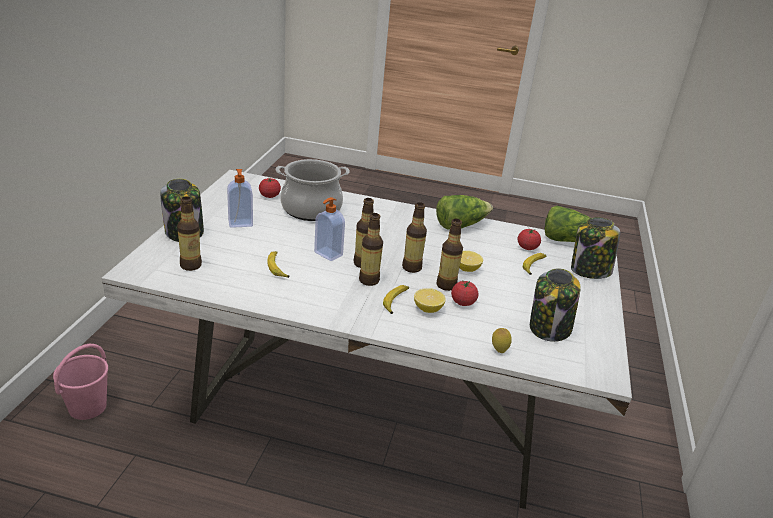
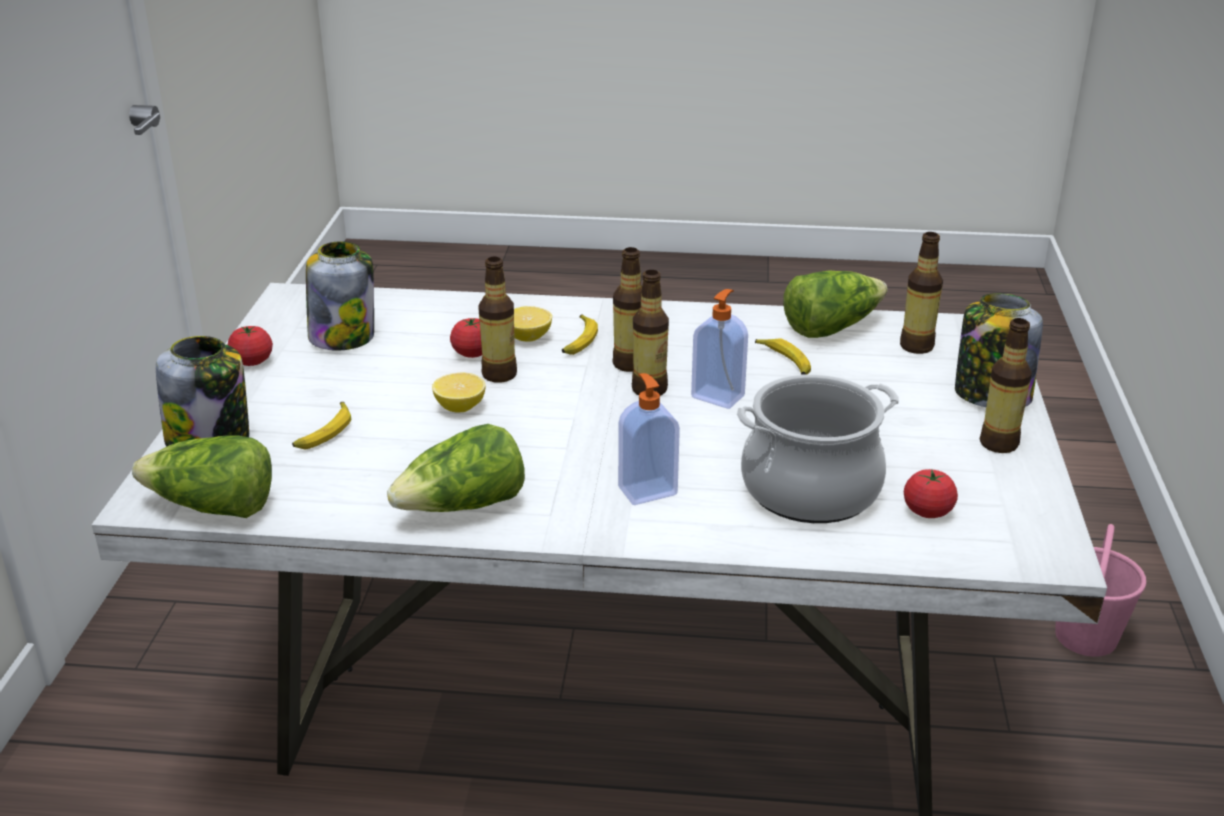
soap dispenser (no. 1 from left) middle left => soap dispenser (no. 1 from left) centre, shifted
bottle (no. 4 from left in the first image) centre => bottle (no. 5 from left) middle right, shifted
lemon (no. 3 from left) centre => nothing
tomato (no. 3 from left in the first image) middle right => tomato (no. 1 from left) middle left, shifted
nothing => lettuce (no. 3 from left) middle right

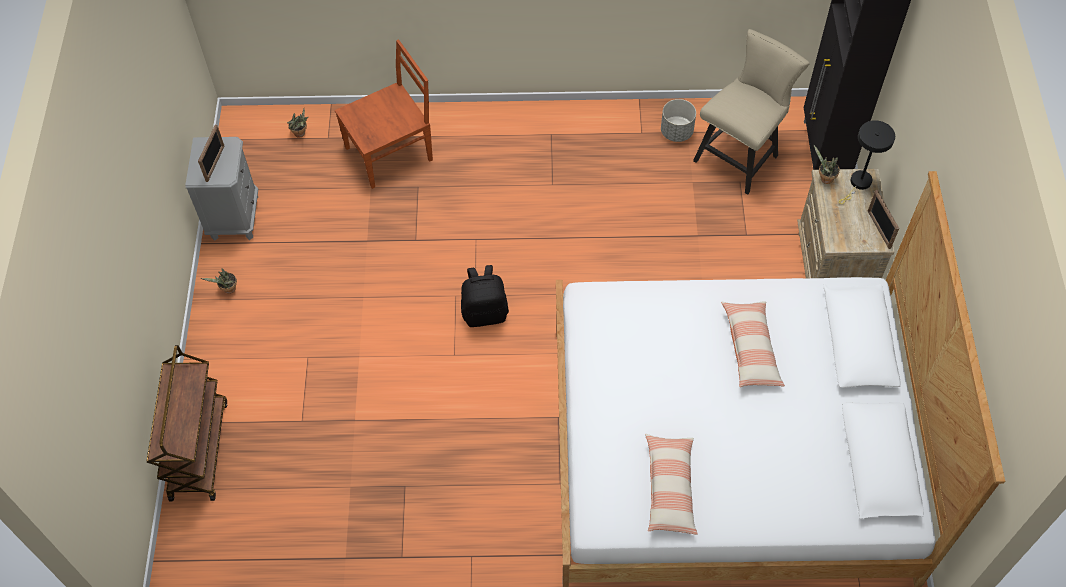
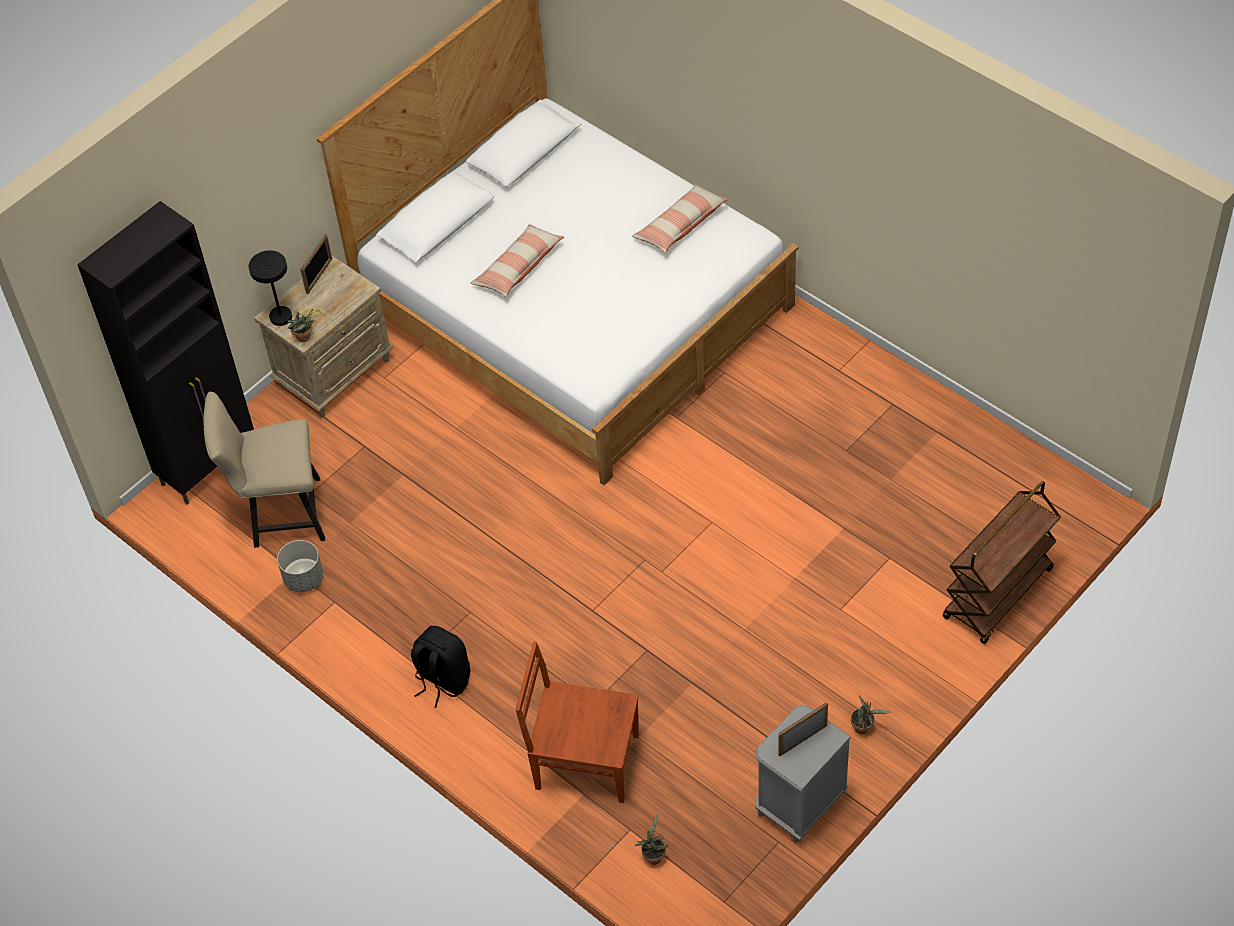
black backpack centre => black backpack bottom centre, shifted

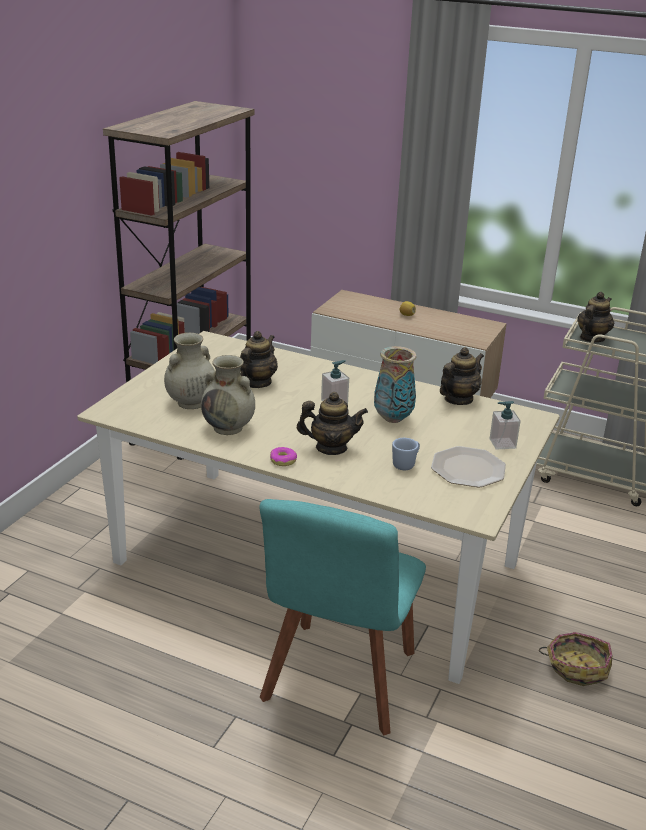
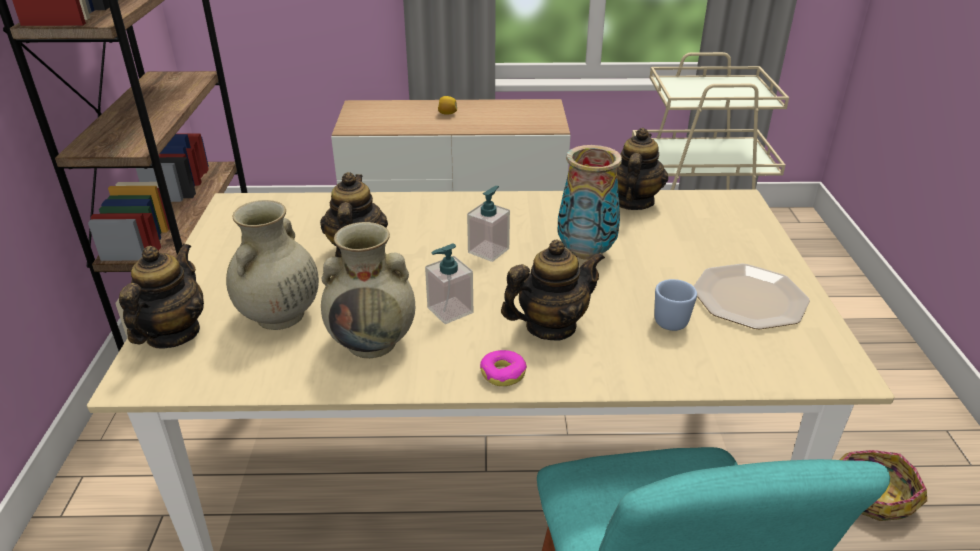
soap dispenser (no. 2 from left in the first image) middle right => soap dispenser (no. 1 from left) centre, shifted
teapot (no. 4 from left in the first image) middle right => teapot (no. 1 from left) middle left, shifted

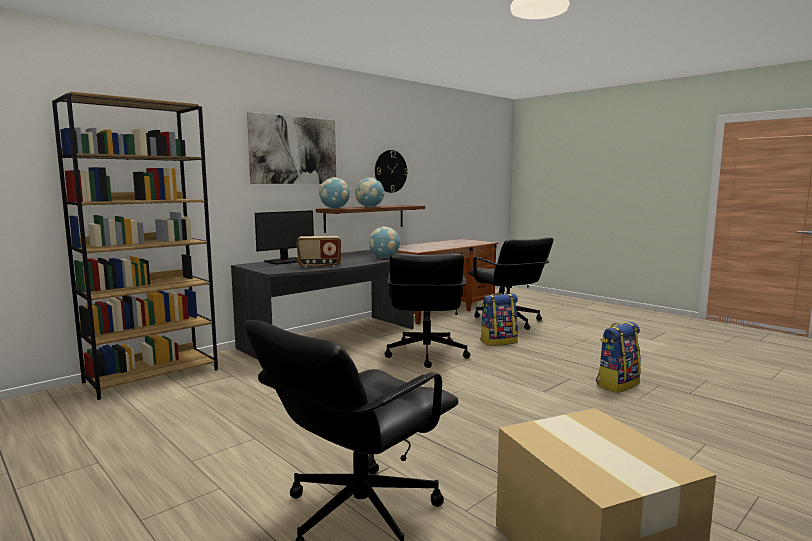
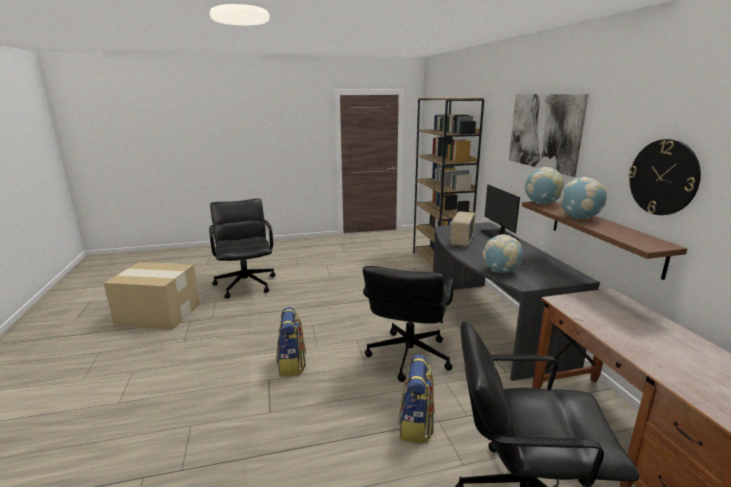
black office chair (no. 2 from left) centre, 105 degrees counterclockwise
backpack (no. 2 from left in the first image) middle right => backpack (no. 1 from left) bottom centre, shifted

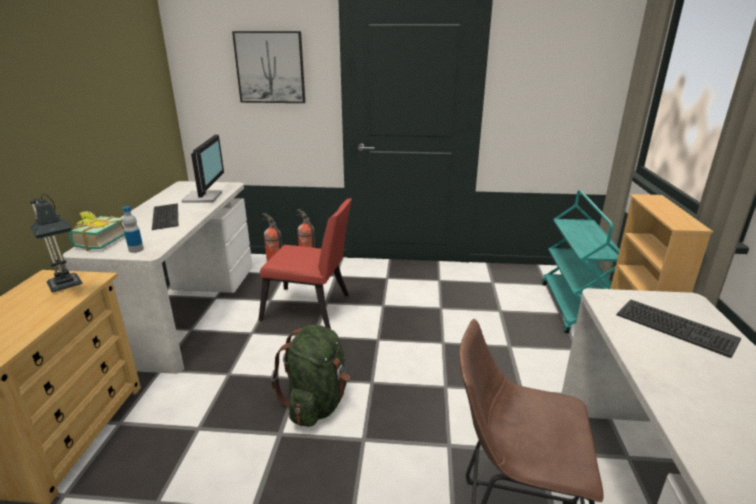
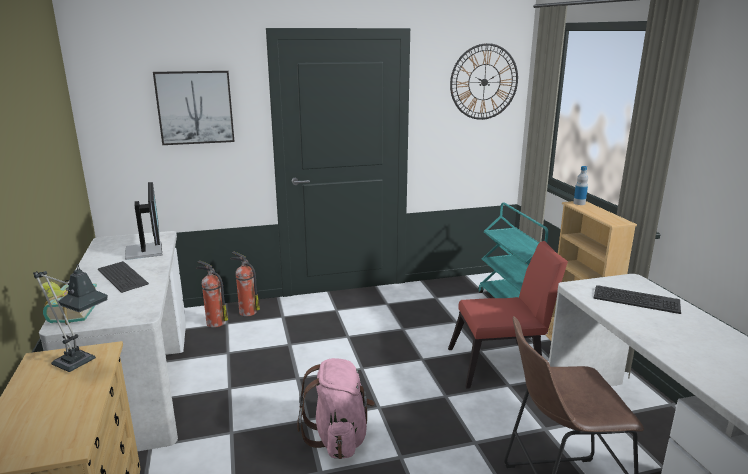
bottle middle left => bottle middle right, shifted
red chair centre => red chair middle right, shifted
green backpack bottom centre => pink backpack bottom centre
nothing => wall clock top centre

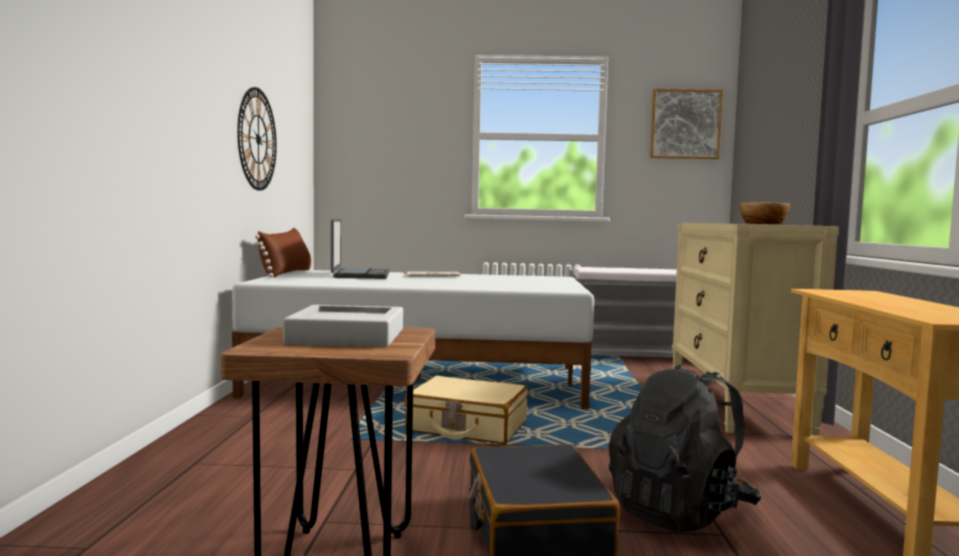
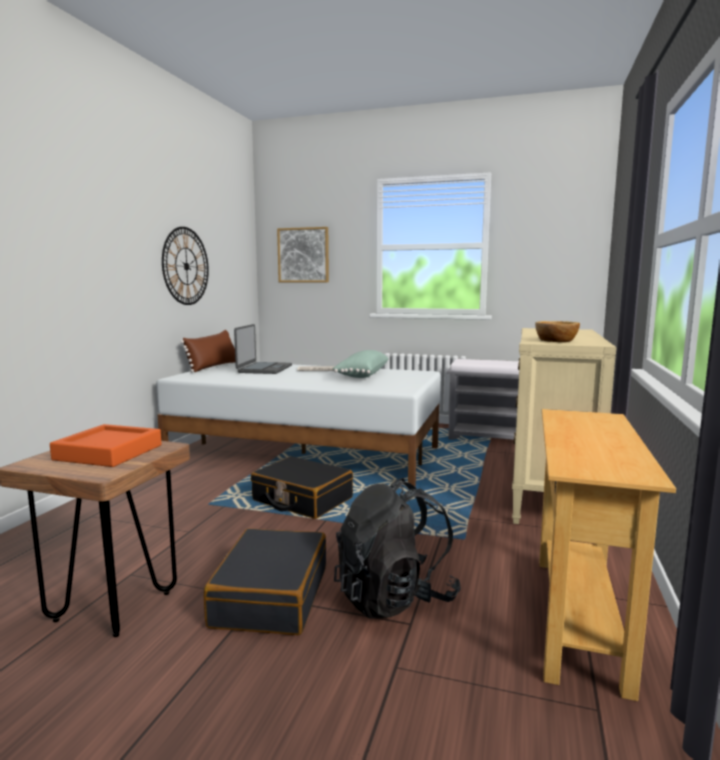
grey tray centre => orange tray middle left
beige suitcase bottom centre => black suitcase (no. 2 from left) centre
picture top right => picture centre, shifted
nothing => green pillow centre

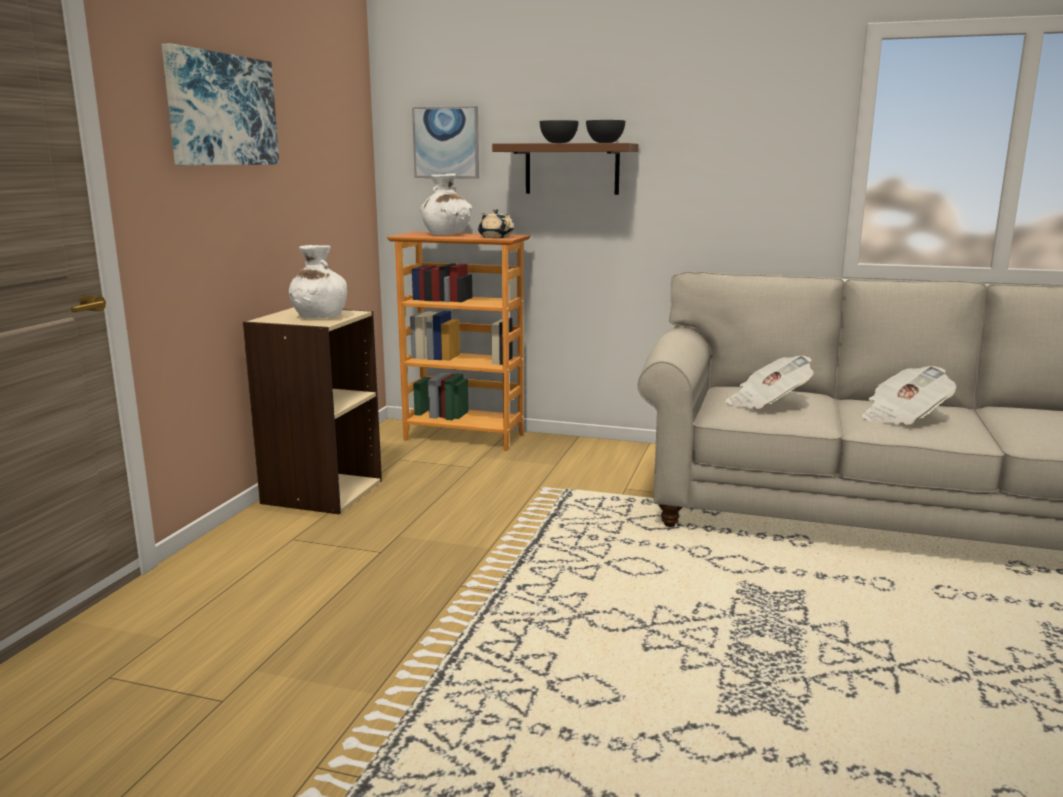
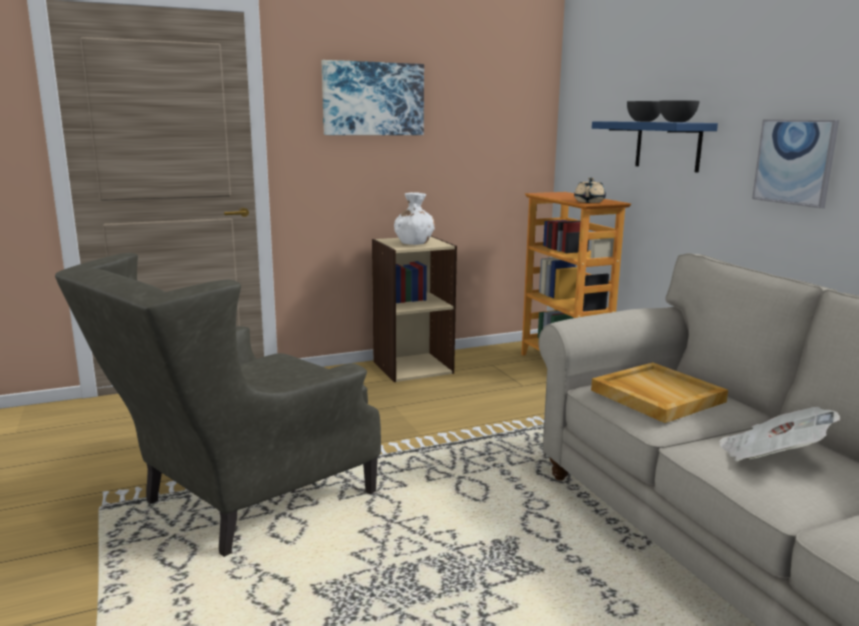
picture (no. 2 from left) top centre => picture (no. 2 from left) top right, shifted
white vase (no. 2 from left) top centre => nothing
brown shelf top centre => blue shelf top right
newspaper (no. 1 from left) middle right => beige tray middle right
nothing => grey armchair middle left

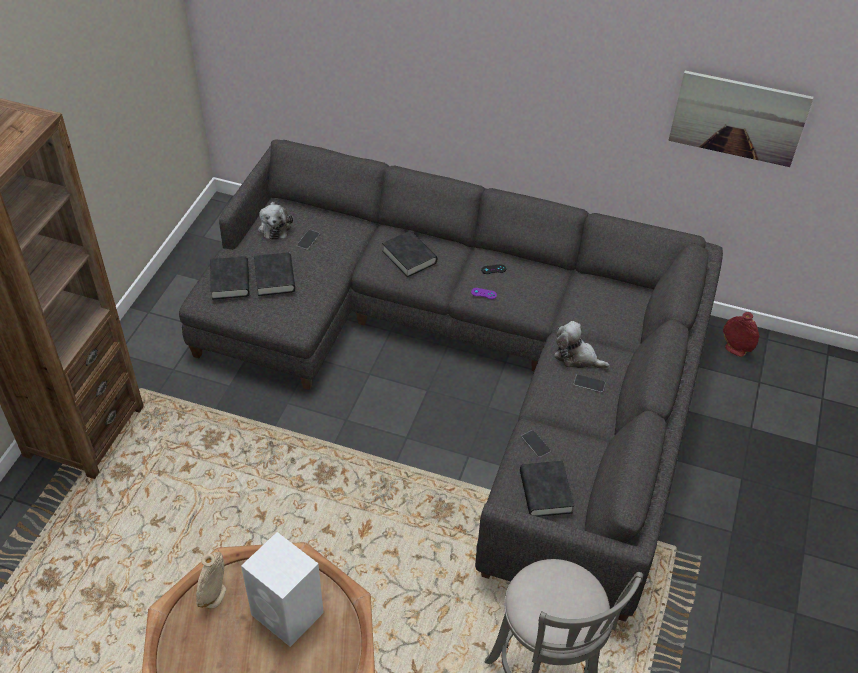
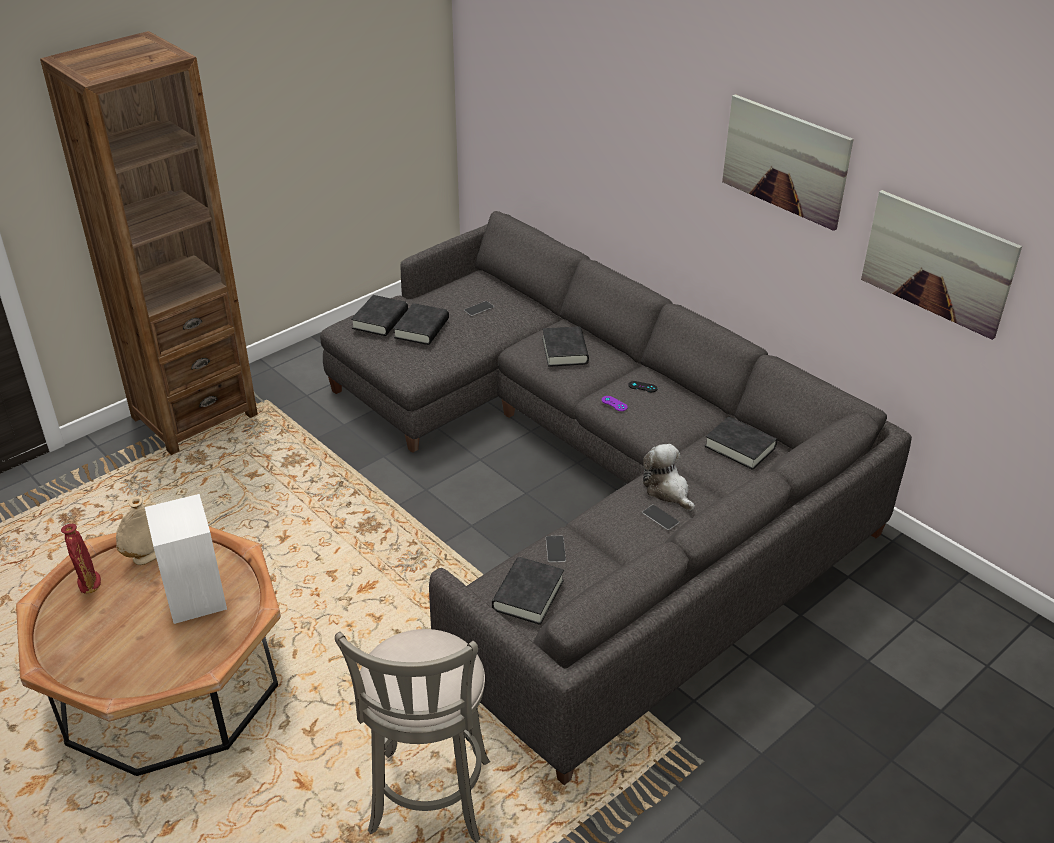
plush toy (no. 1 from left) top left => nothing
red vase middle right => red vase middle left, shifted
nothing => black book (no. 5 from left) middle right
nothing => picture (no. 1 from left) top right

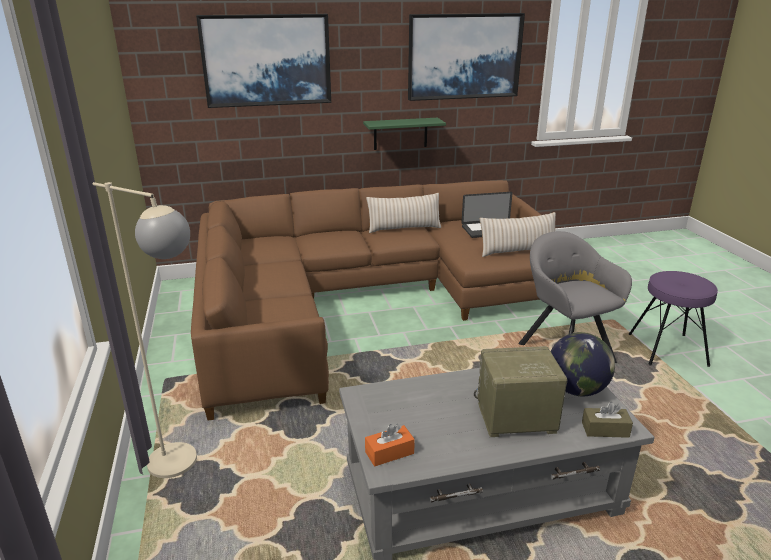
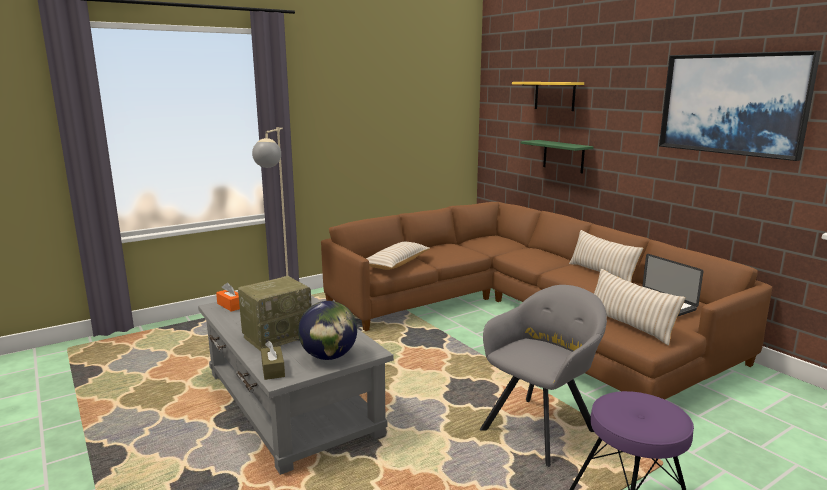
picture (no. 1 from left) top centre => yellow shelf top centre
green shelf top centre => green shelf top right, shifted
radio bottom right => radio middle left, 75 degrees clockwise
nothing => beige pillow (no. 1 from left) centre

